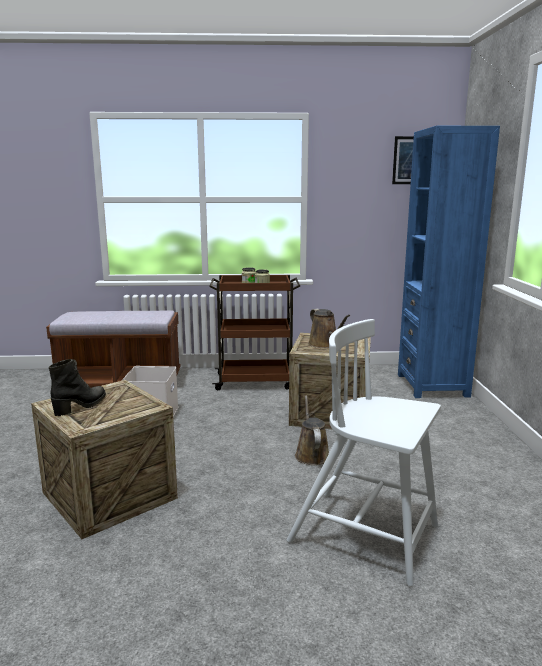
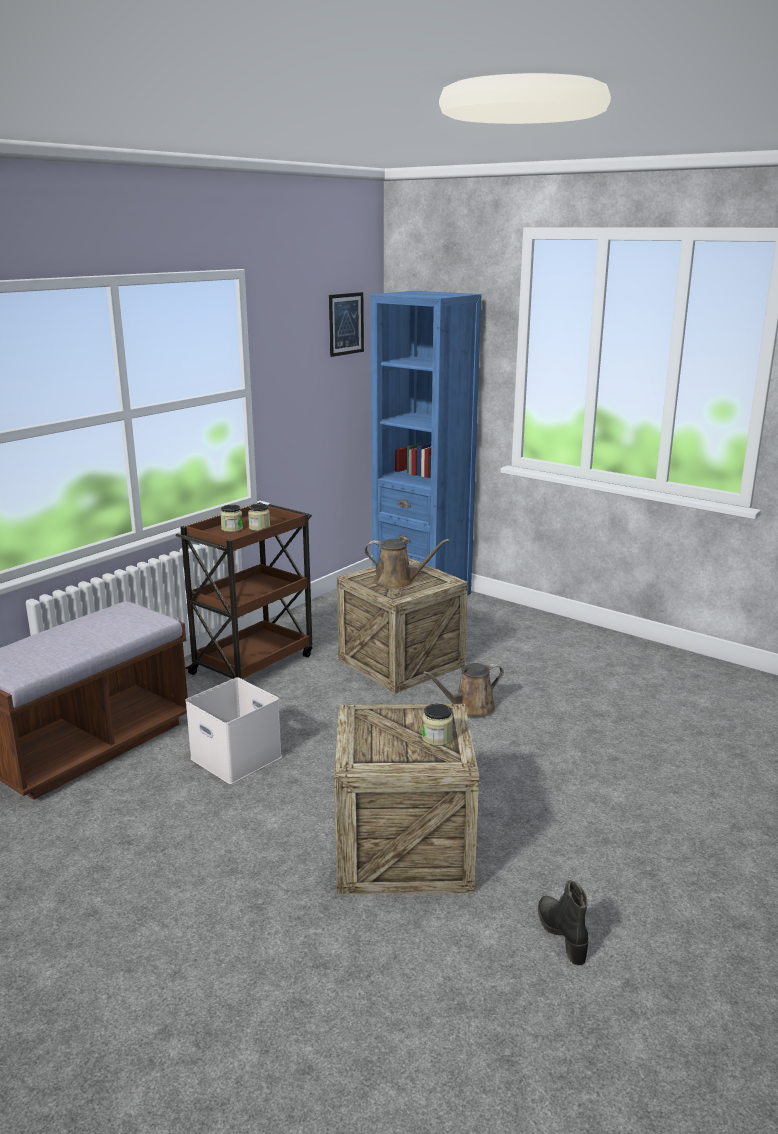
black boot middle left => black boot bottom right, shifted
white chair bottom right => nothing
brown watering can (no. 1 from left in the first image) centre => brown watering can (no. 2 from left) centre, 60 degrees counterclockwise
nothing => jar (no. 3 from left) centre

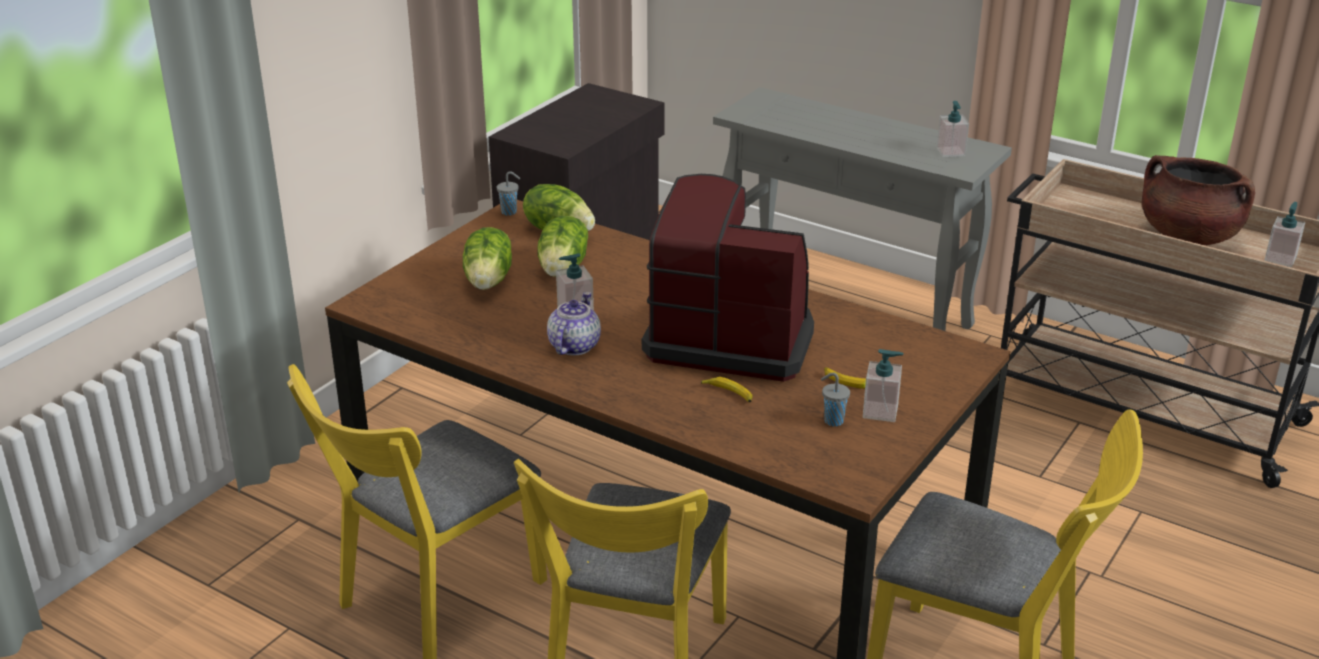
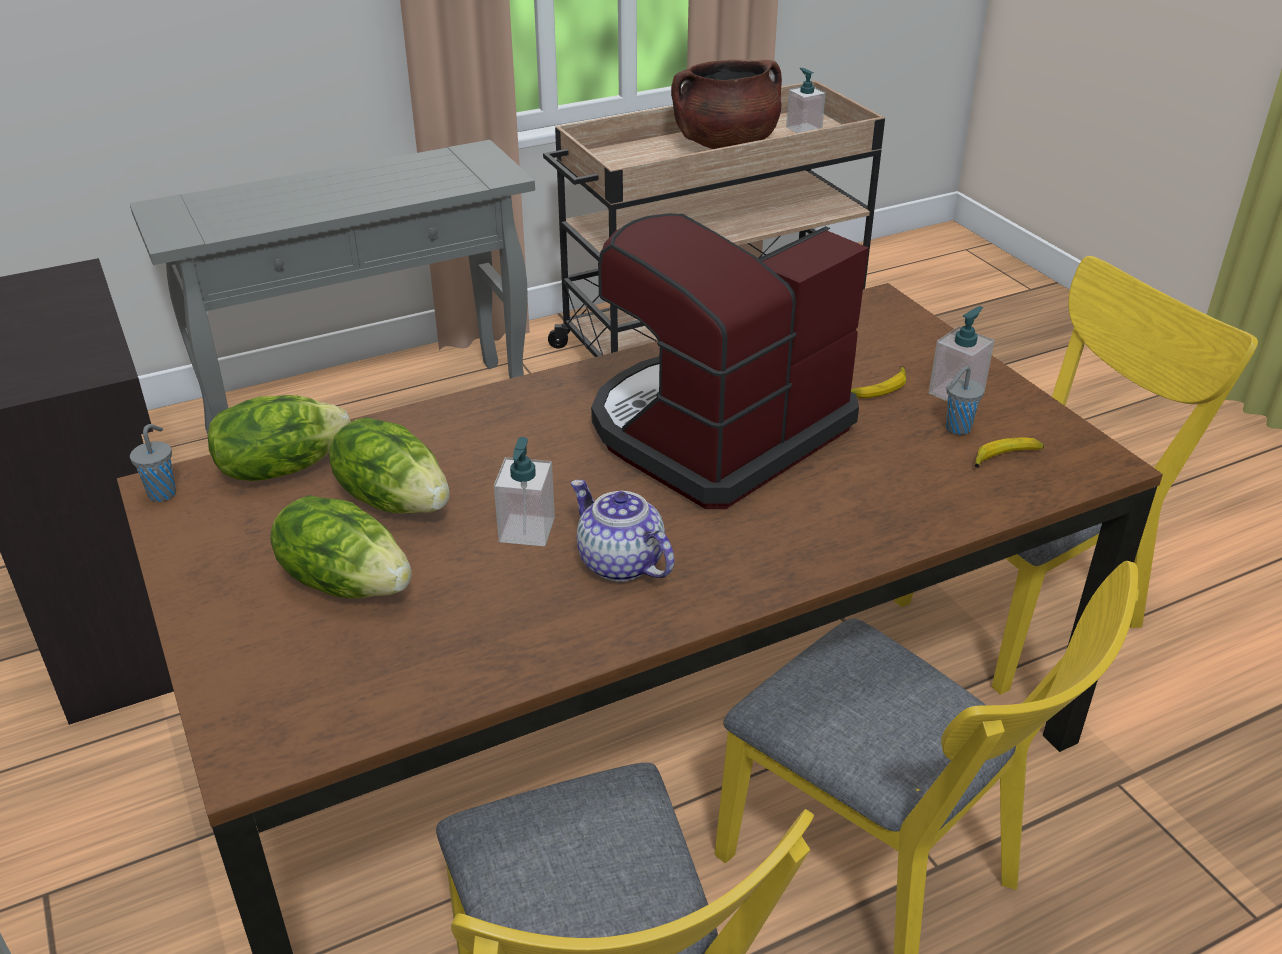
banana (no. 1 from left in the first image) centre => banana (no. 2 from left) middle right, shifted
soap dispenser (no. 3 from left) top right => nothing

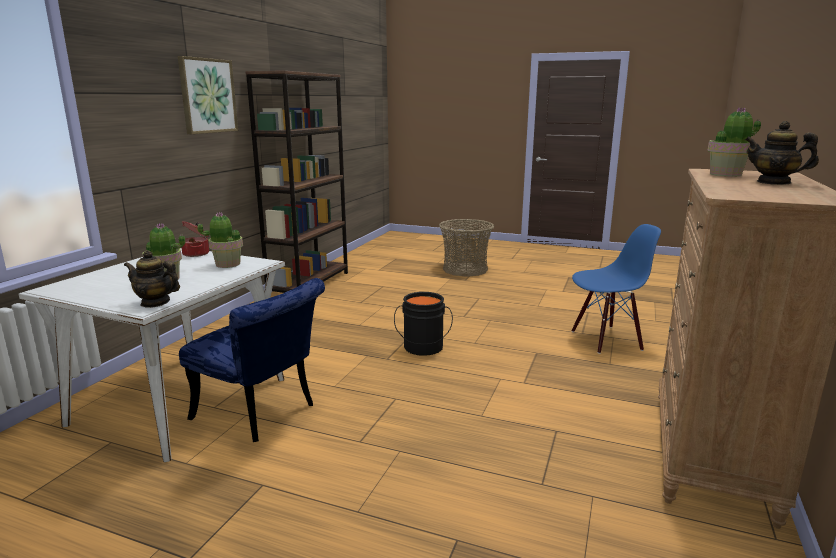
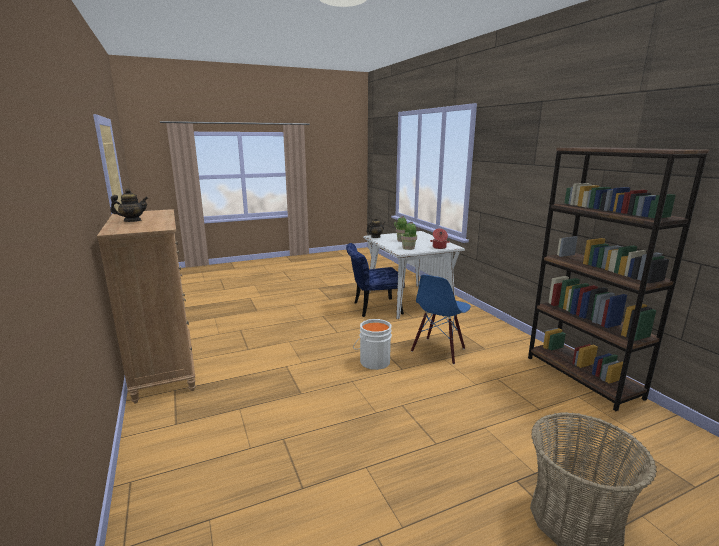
picture top left => nothing
black bucket centre => white bucket centre
blue chair (no. 2 from left) middle right => blue chair (no. 2 from left) centre, shifted
potted plant (no. 3 from left) top right => nothing

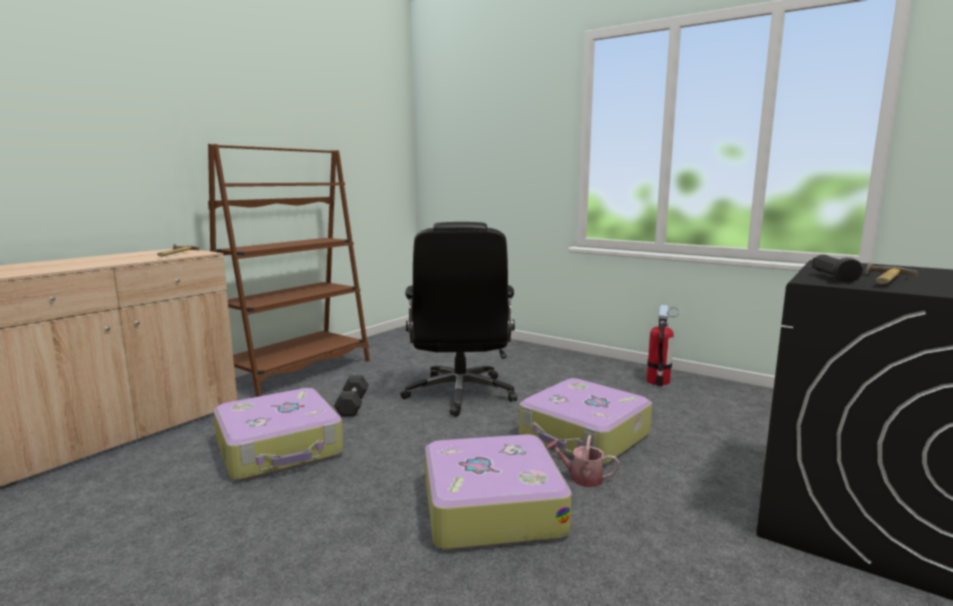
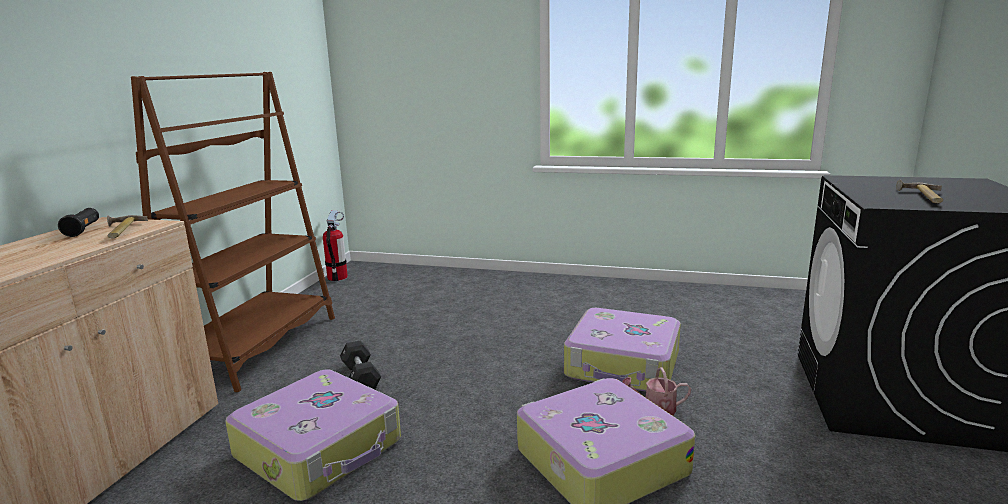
black office chair centre => nothing
fire extinguisher middle right => fire extinguisher middle left, shifted
black flashlight middle right => black flashlight middle left, shifted

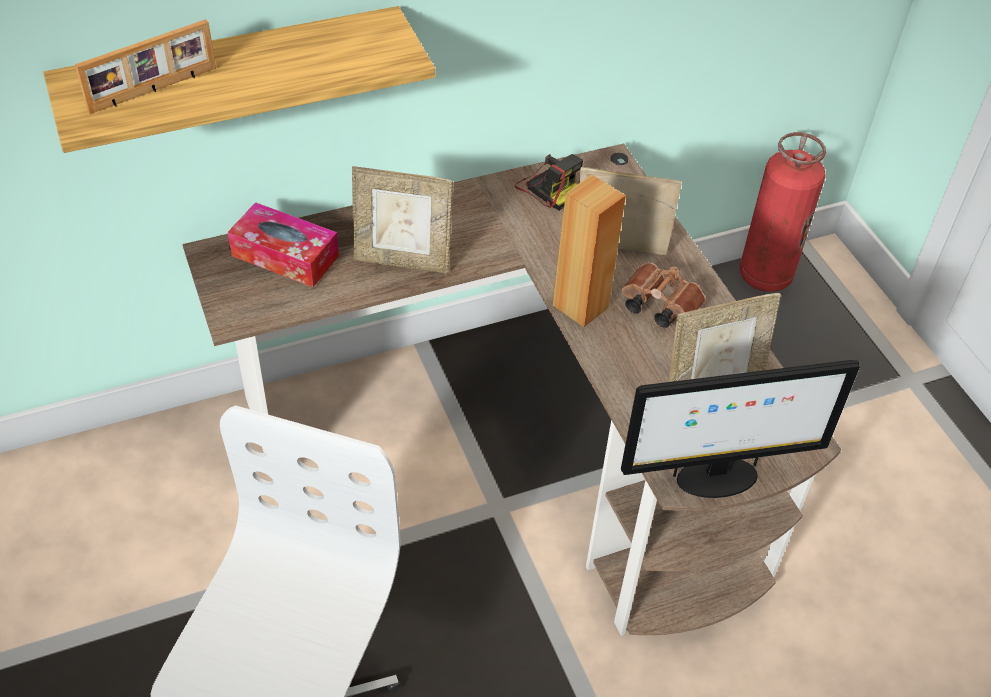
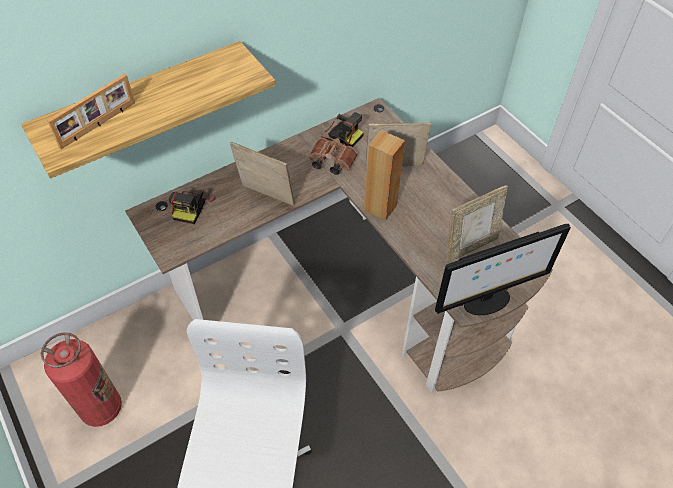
tissue box middle left => photo camera (no. 1 from left) middle left
picture frame (no. 2 from left) top centre => picture frame (no. 2 from left) centre, 150 degrees counterclockwise
brown binoculars middle right => brown binoculars top centre, shifted
fire extinguisher top right => fire extinguisher bottom left, shifted

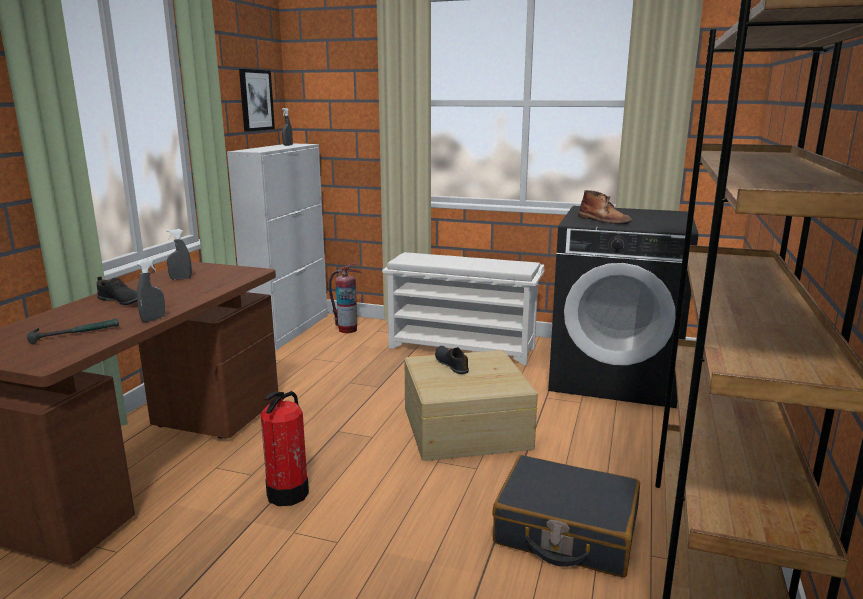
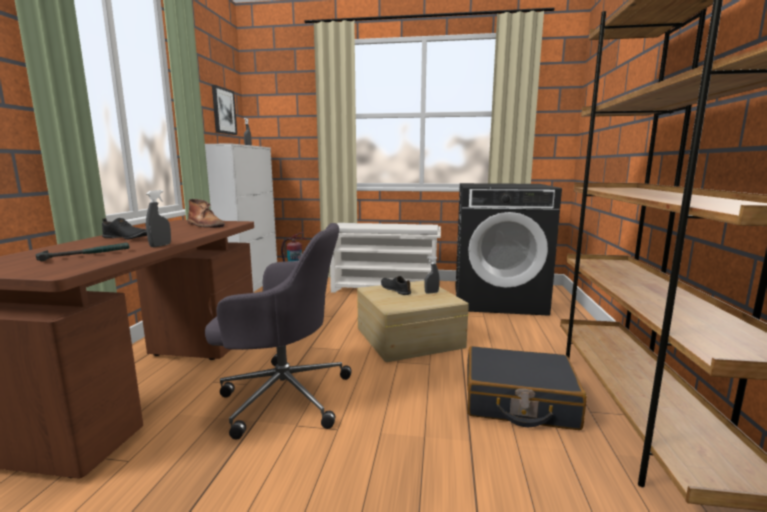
grey spray bottle (no. 2 from left in the first image) middle left => grey spray bottle (no. 3 from left) centre, shifted
fire extinguisher (no. 1 from left) bottom left => grey office chair centre
brown boot middle right => brown boot middle left, shifted

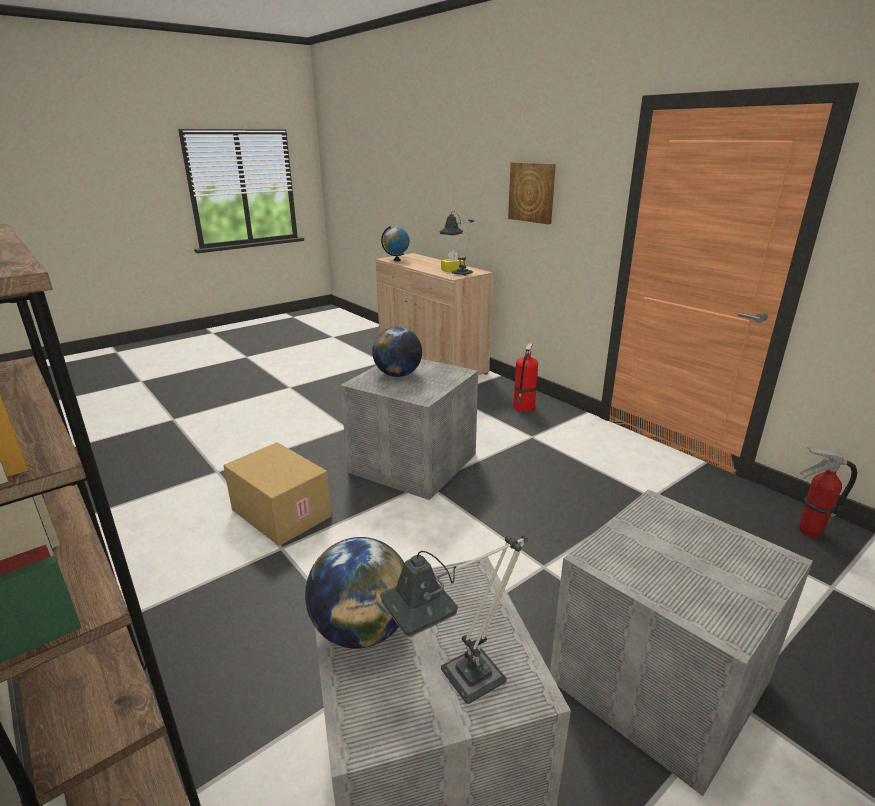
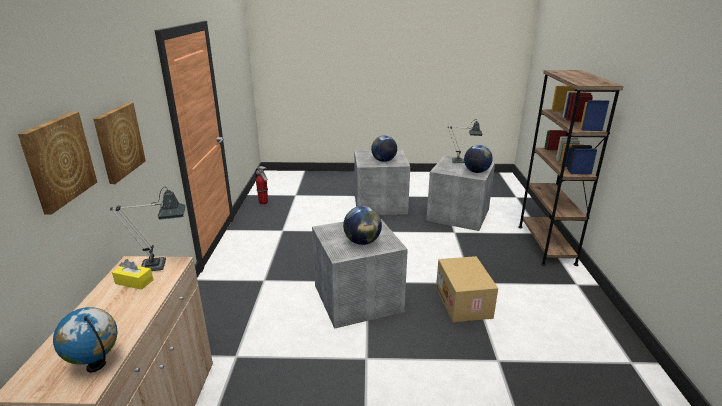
fire extinguisher (no. 1 from left) centre => nothing
nothing => picture (no. 1 from left) middle left
nothing => globe (no. 3 from left) centre

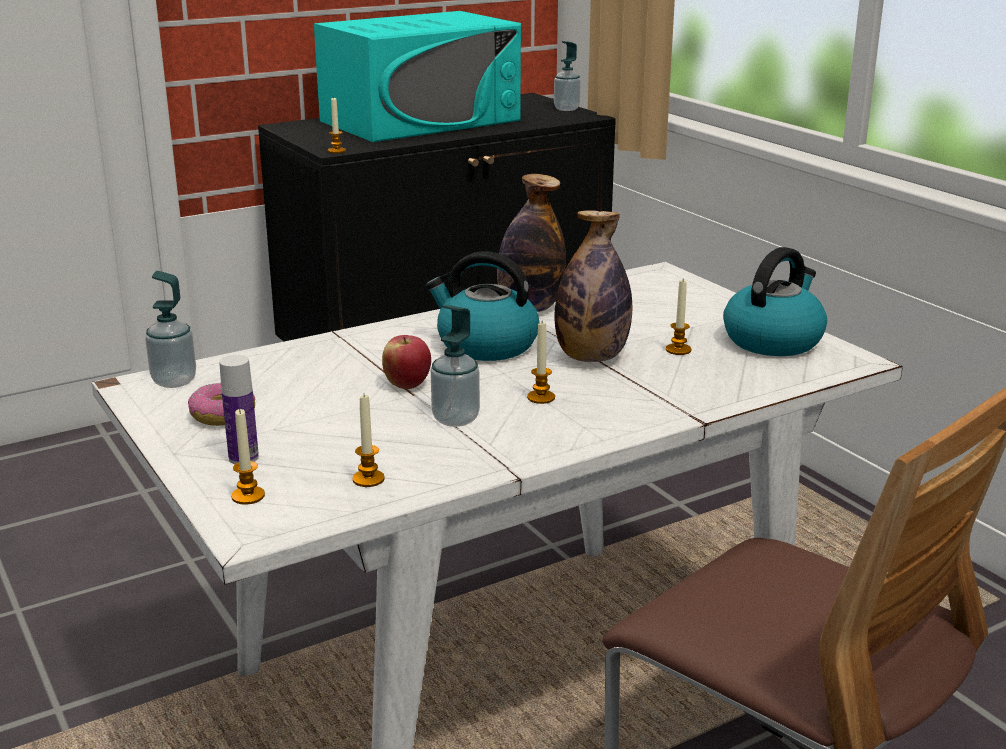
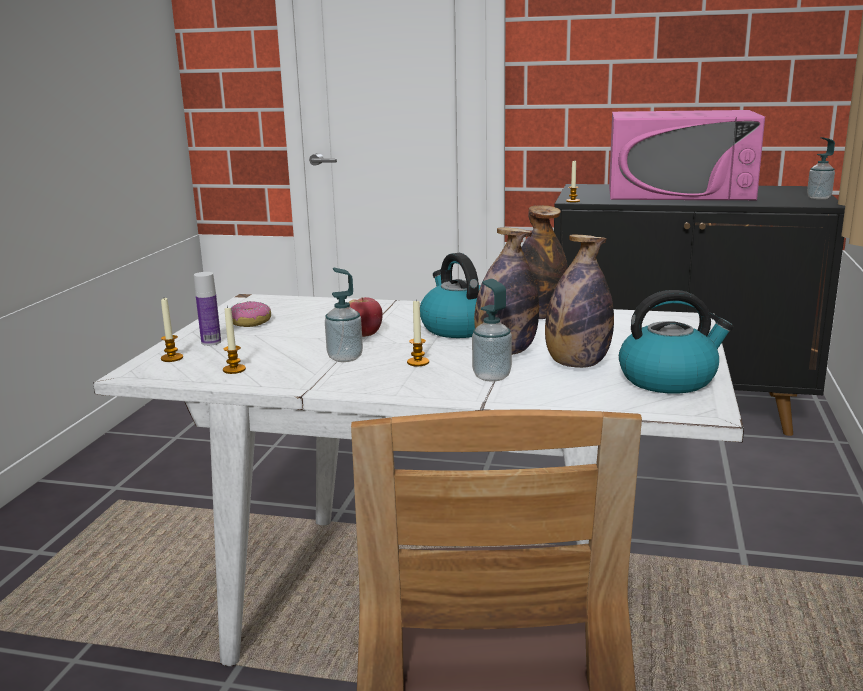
soap dispenser (no. 1 from left in the first image) middle left => soap dispenser (no. 2 from left) centre, shifted
turquoise microwave top centre => pink microwave top right
candle (no. 5 from left) middle right => bottle (no. 4 from left) middle right

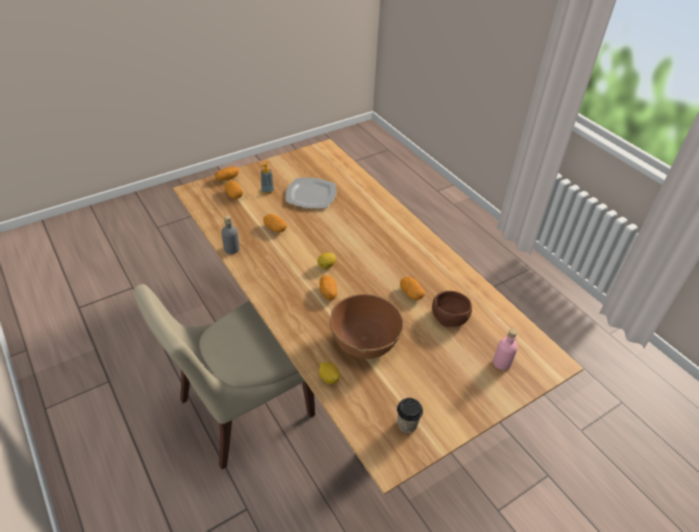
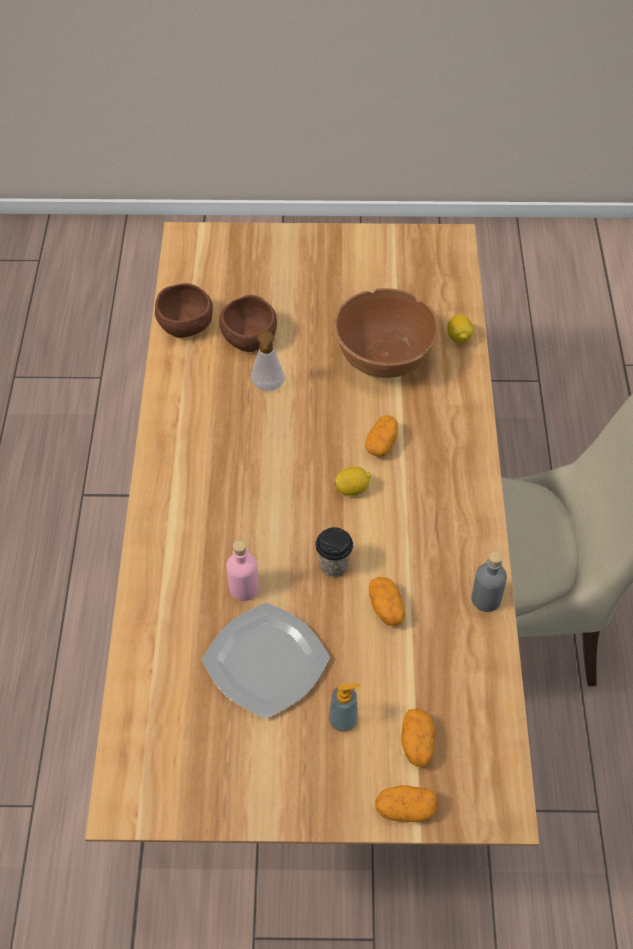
cup bottom centre => cup centre, shifted
potato (no. 5 from left) centre => soap dispenser (no. 1 from left) centre
pink bottle middle right => pink bottle centre, shifted
nothing => brown bowl (no. 1 from left) top left

